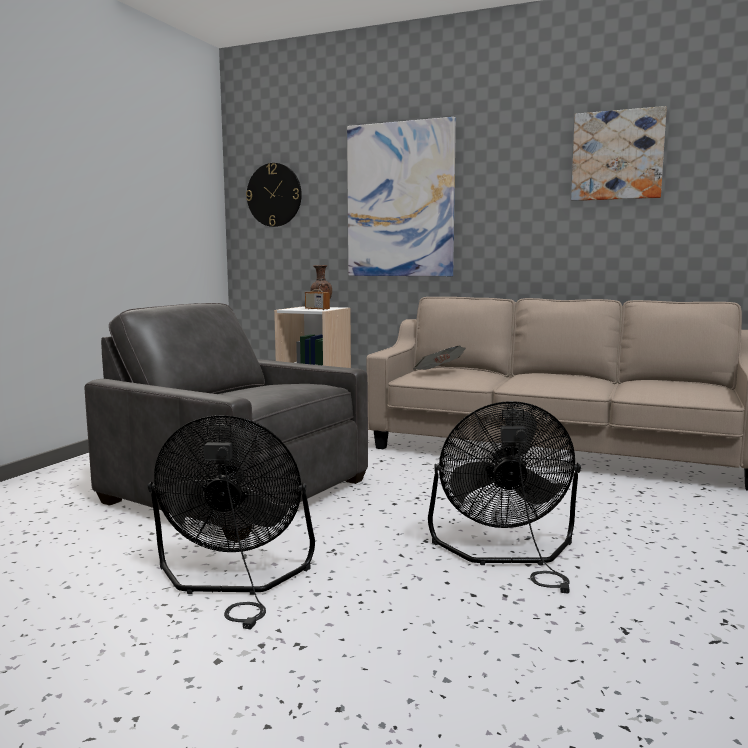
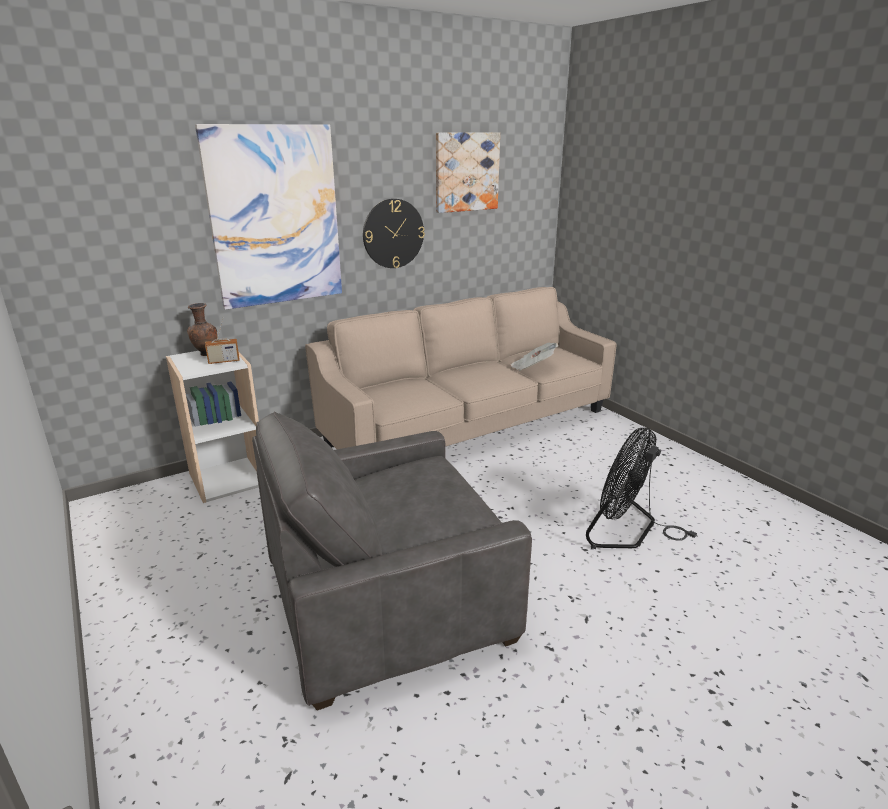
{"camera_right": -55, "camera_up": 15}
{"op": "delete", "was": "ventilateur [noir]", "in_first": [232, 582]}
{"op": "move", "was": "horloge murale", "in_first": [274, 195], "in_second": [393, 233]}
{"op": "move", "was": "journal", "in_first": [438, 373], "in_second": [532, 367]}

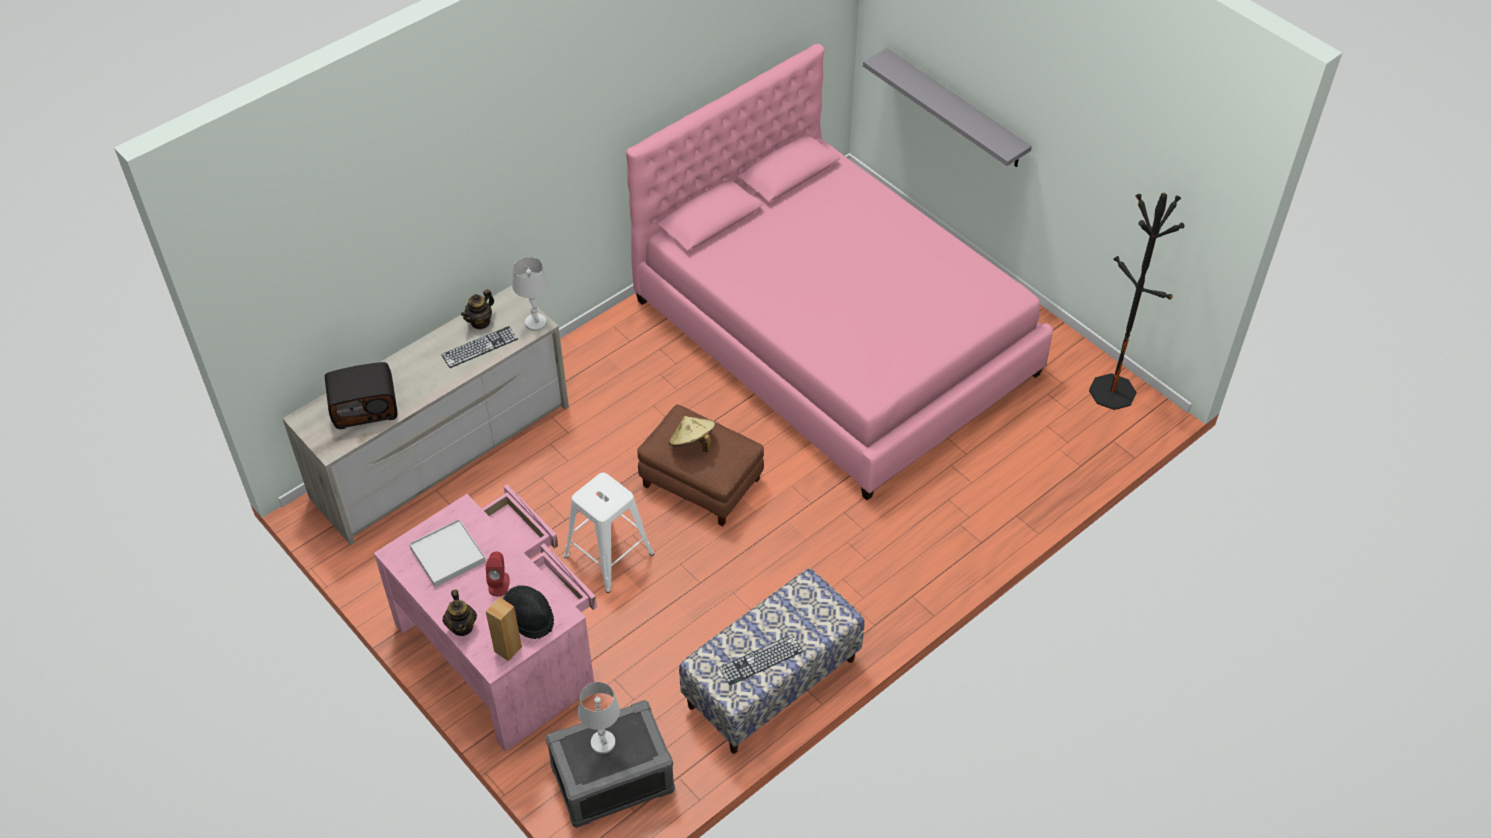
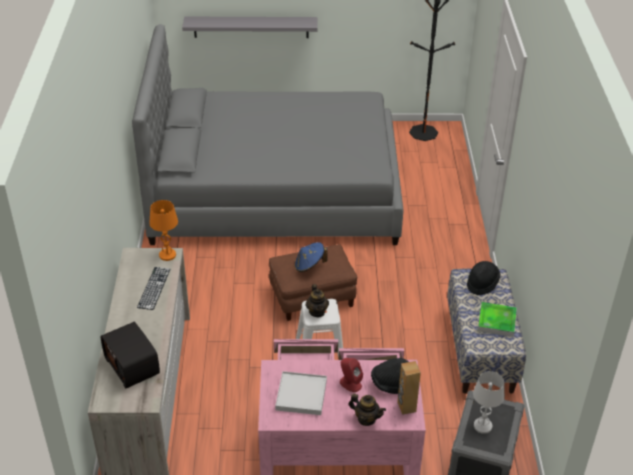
{"camera_right": -50, "camera_up": -10}
{"op": "insert", "now": "chapeau [noir]", "in_second": [482, 283]}
{"op": "move", "was": "théière", "in_first": [480, 322], "in_second": [317, 312]}
{"op": "replace", "was": "clavier", "now": "plateau", "in_first": [761, 660], "in_second": [496, 321]}
{"op": "recolor", "was": "lampe de table [blanc]", "now": "lampe de table [orange]", "in_first": [536, 323], "in_second": [167, 255]}
{"op": "recolor", "was": "lit [rose]", "now": "lit [gris]", "in_first": [835, 336], "in_second": [275, 192]}
{"op": "recolor", "was": "chapeau [beige]", "now": "chapeau [bleu]", "in_first": [692, 443], "in_second": [309, 265]}
{"op": "rotate", "was": "radio", "in_first": [365, 407], "in_second": [133, 366], "clockwise": 120}

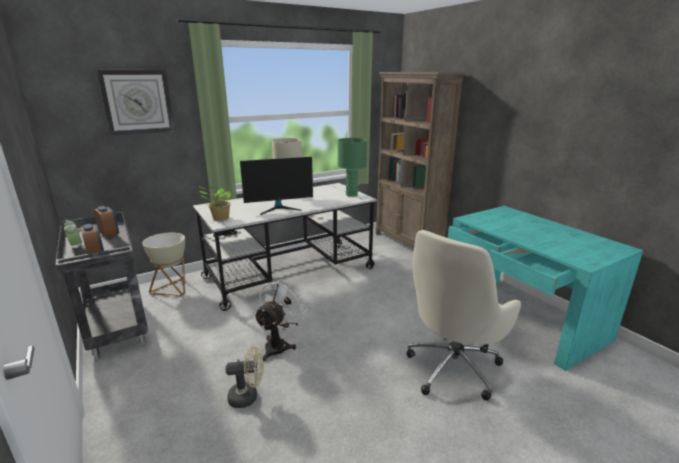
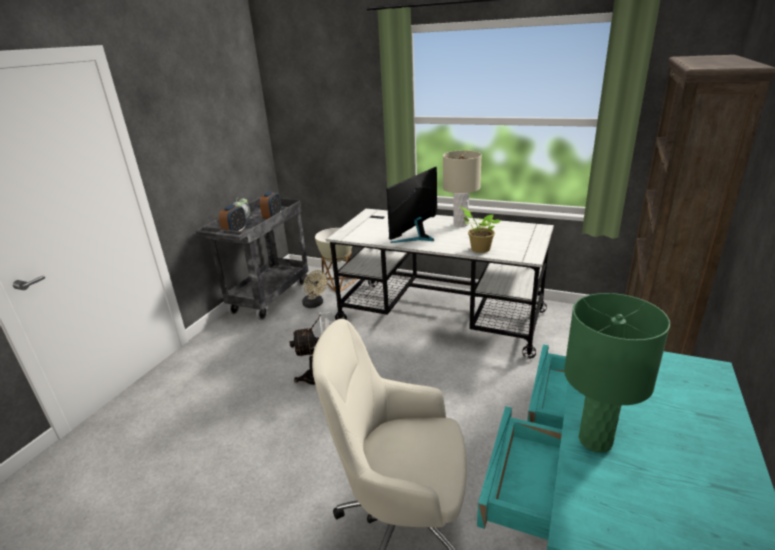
{"camera_right": 55, "camera_up": 5}
{"op": "delete", "was": "horloge murale", "in_first": [137, 102]}
{"op": "move", "was": "plante en pot", "in_first": [219, 218], "in_second": [479, 249]}
{"op": "move", "was": "ventilateur [beige]", "in_first": [248, 397], "in_second": [315, 304]}
{"op": "move", "was": "lampe de table [vert]", "in_first": [351, 195], "in_second": [595, 440]}
{"op": "rotate", "was": "écran d'ordinateur", "in_first": [279, 208], "in_second": [416, 237], "clockwise": 90}

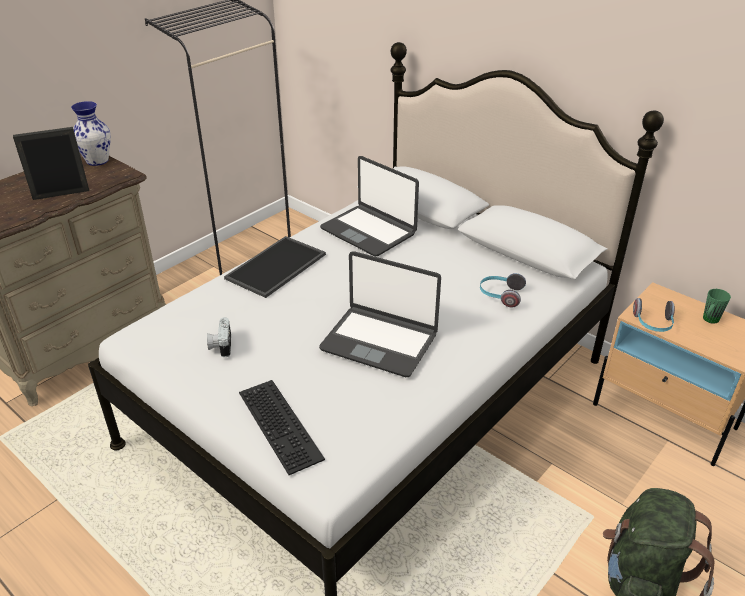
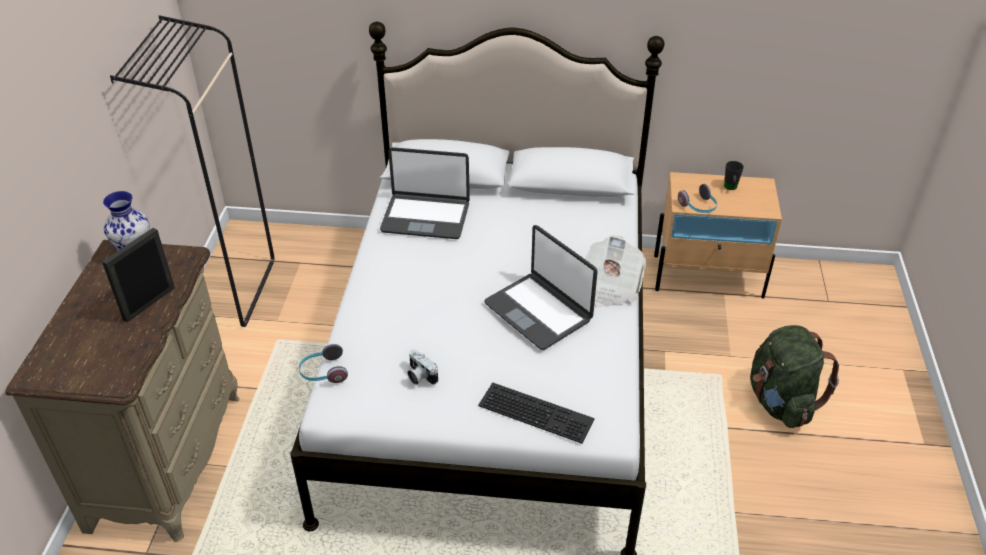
{"camera_right": -35, "camera_up": 5}
{"op": "delete", "was": "plateau", "in_first": [276, 267]}
{"op": "insert", "now": "journal", "in_second": [611, 286]}
{"op": "move", "was": "casque audio", "in_first": [500, 295], "in_second": [323, 372]}
{"op": "recolor", "was": "mug [vert]", "now": "mug [noir]", "in_first": [709, 321], "in_second": [730, 188]}
{"op": "rotate", "was": "ordinateur portable", "in_first": [379, 341], "in_second": [539, 311], "clockwise": 60}

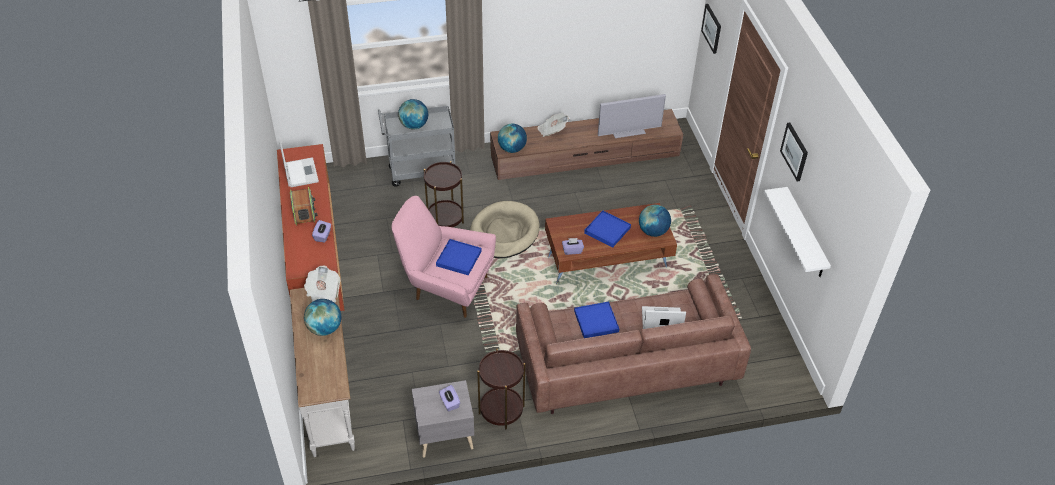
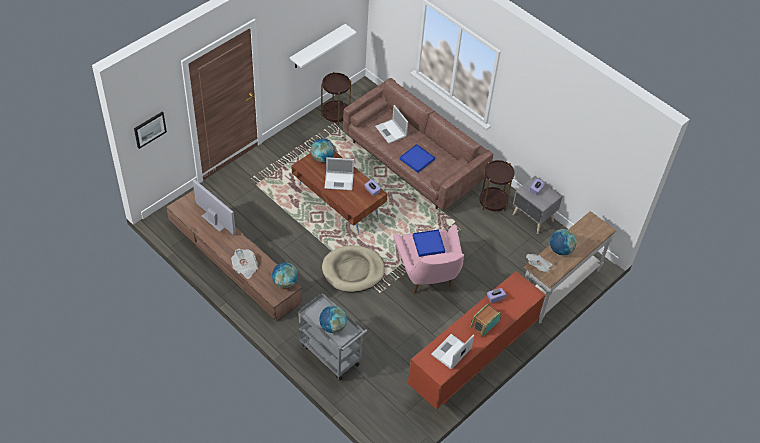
{"camera_right": -125, "camera_up": 5}
{"op": "delete", "was": "tableau", "in_first": [795, 151]}
{"op": "move", "was": "table d'appoint [marron]", "in_first": [445, 218], "in_second": [335, 114]}
{"op": "replace", "was": "plateau [bleu]", "now": "ordinateur portable", "in_first": [607, 230], "in_second": [339, 181]}

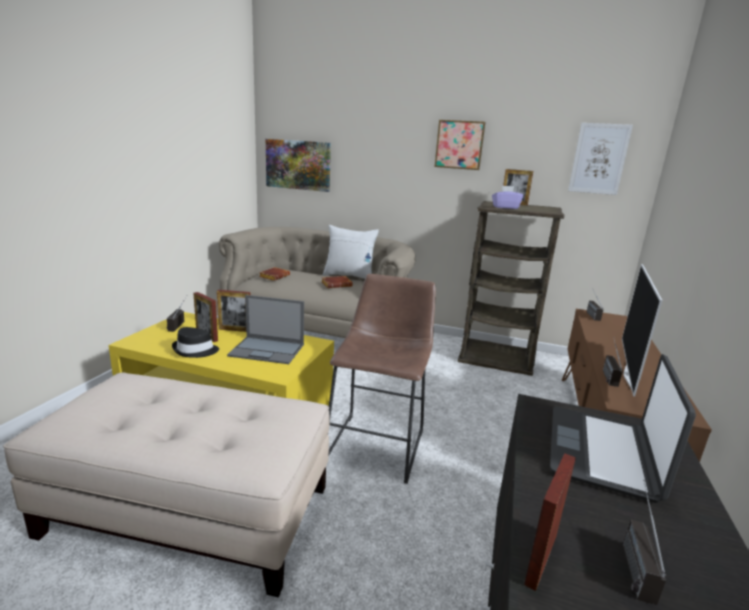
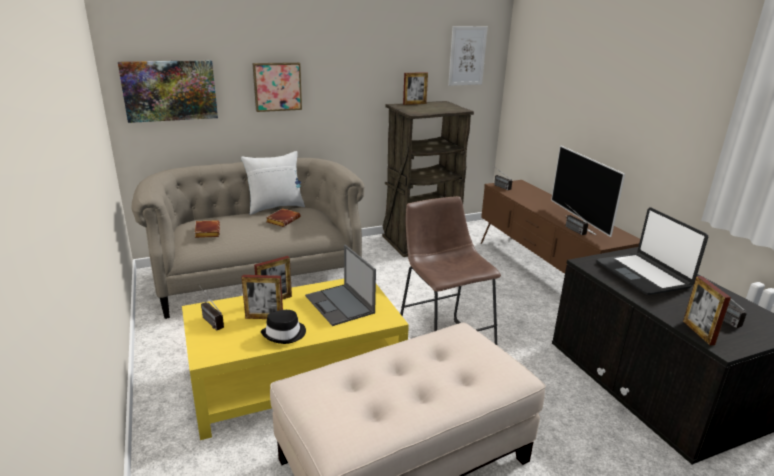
{"camera_right": -40, "camera_up": 5}
{"op": "delete", "was": "boîte à mouchoirs [violet]", "in_first": [505, 207]}
{"op": "move", "was": "tableau", "in_first": [459, 145], "in_second": [277, 86]}
{"op": "rotate", "was": "ordinateur portable", "in_first": [268, 350], "in_second": [340, 305], "clockwise": 90}

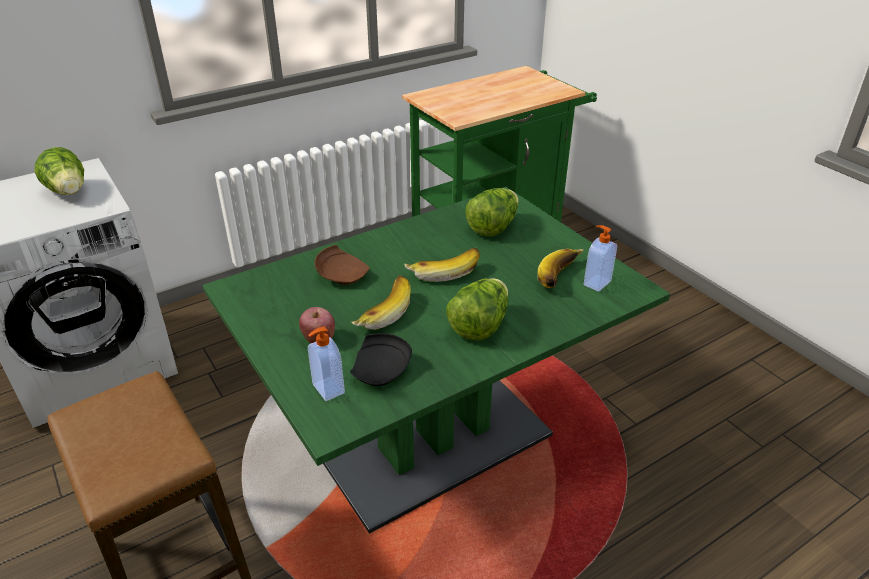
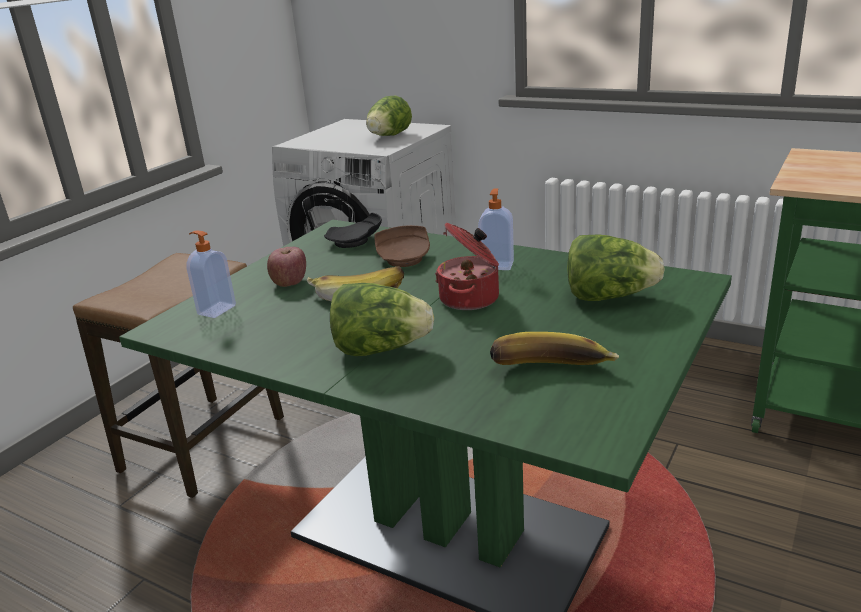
{"camera_right": 65, "camera_up": -10}
{"op": "move", "was": "assiette [noir]", "in_first": [381, 371], "in_second": [356, 242]}
{"op": "move", "was": "distributeur de savon", "in_first": [596, 283], "in_second": [497, 265]}
{"op": "replace", "was": "banane", "now": "marmite", "in_first": [443, 271], "in_second": [471, 299]}

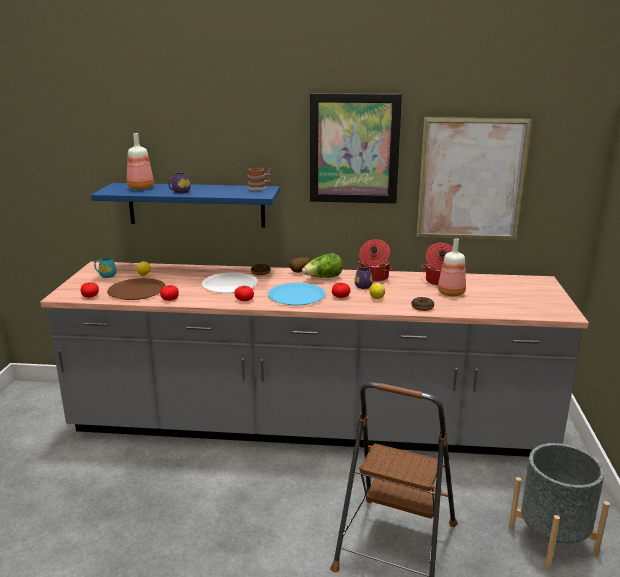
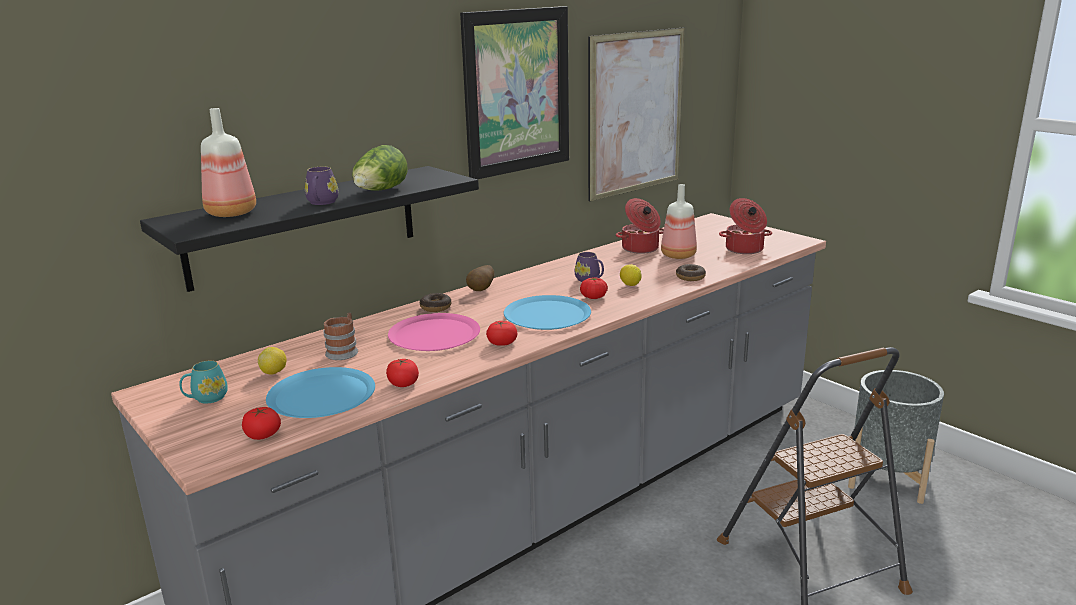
{"camera_right": -45, "camera_up": 0}
{"op": "move", "was": "mug", "in_first": [259, 188], "in_second": [344, 351]}
{"op": "move", "was": "laitue", "in_first": [323, 278], "in_second": [380, 192]}
{"op": "move", "was": "marmite", "in_first": [374, 277], "in_second": [744, 249]}
{"op": "recolor", "was": "étagère [bleu]", "now": "étagère [noir]", "in_first": [196, 205], "in_second": [304, 226]}
{"op": "recolor", "was": "assiette [marron]", "now": "assiette [bleu]", "in_first": [137, 290], "in_second": [322, 395]}
{"op": "recolor", "was": "assiette [blanc]", "now": "assiette [rose]", "in_first": [229, 284], "in_second": [434, 334]}

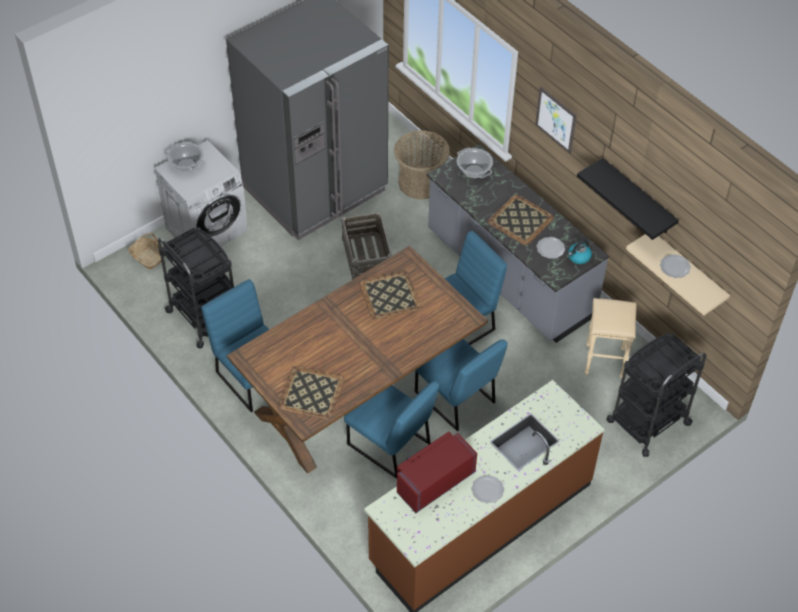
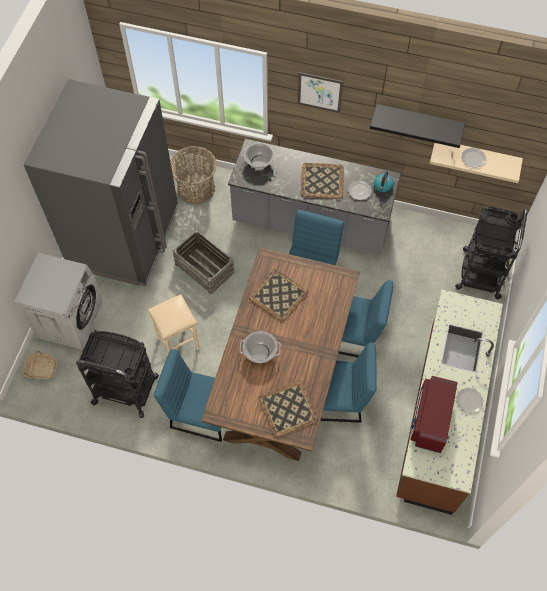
{"camera_right": -35, "camera_up": 10}
{"op": "move", "was": "marmite", "in_first": [186, 165], "in_second": [260, 352]}
{"op": "move", "was": "tabouret [beige]", "in_first": [603, 361], "in_second": [178, 344]}

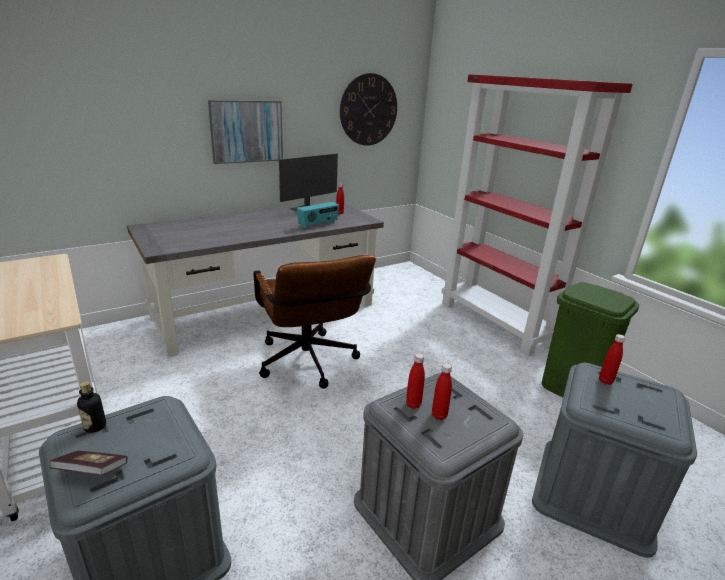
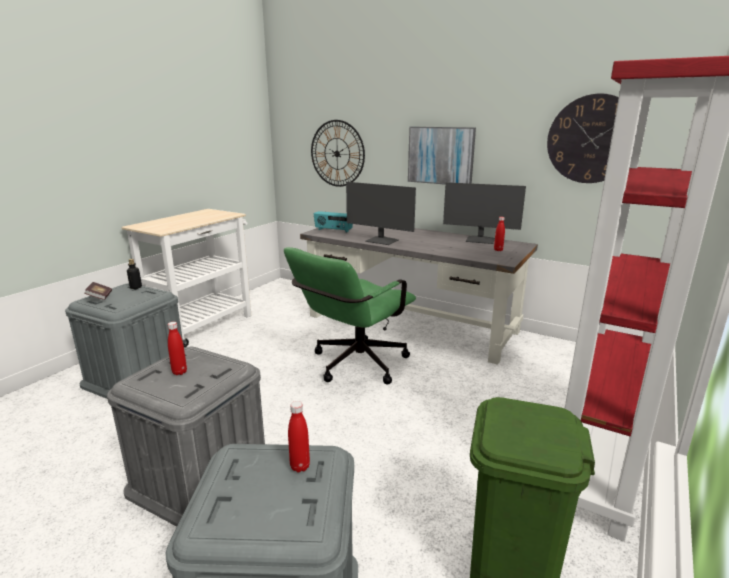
{"camera_right": 65, "camera_up": -5}
{"op": "delete", "was": "bouteille [rouge]", "in_first": [413, 404]}
{"op": "insert", "now": "horloge murale", "in_second": [337, 153]}
{"op": "insert", "now": "écran d'ordinateur", "in_second": [381, 241]}
{"op": "move", "was": "radio", "in_first": [318, 224], "in_second": [333, 230]}
{"op": "recolor", "was": "chaise de bureau [marron]", "now": "chaise de bureau [vert]", "in_first": [309, 365], "in_second": [353, 366]}

